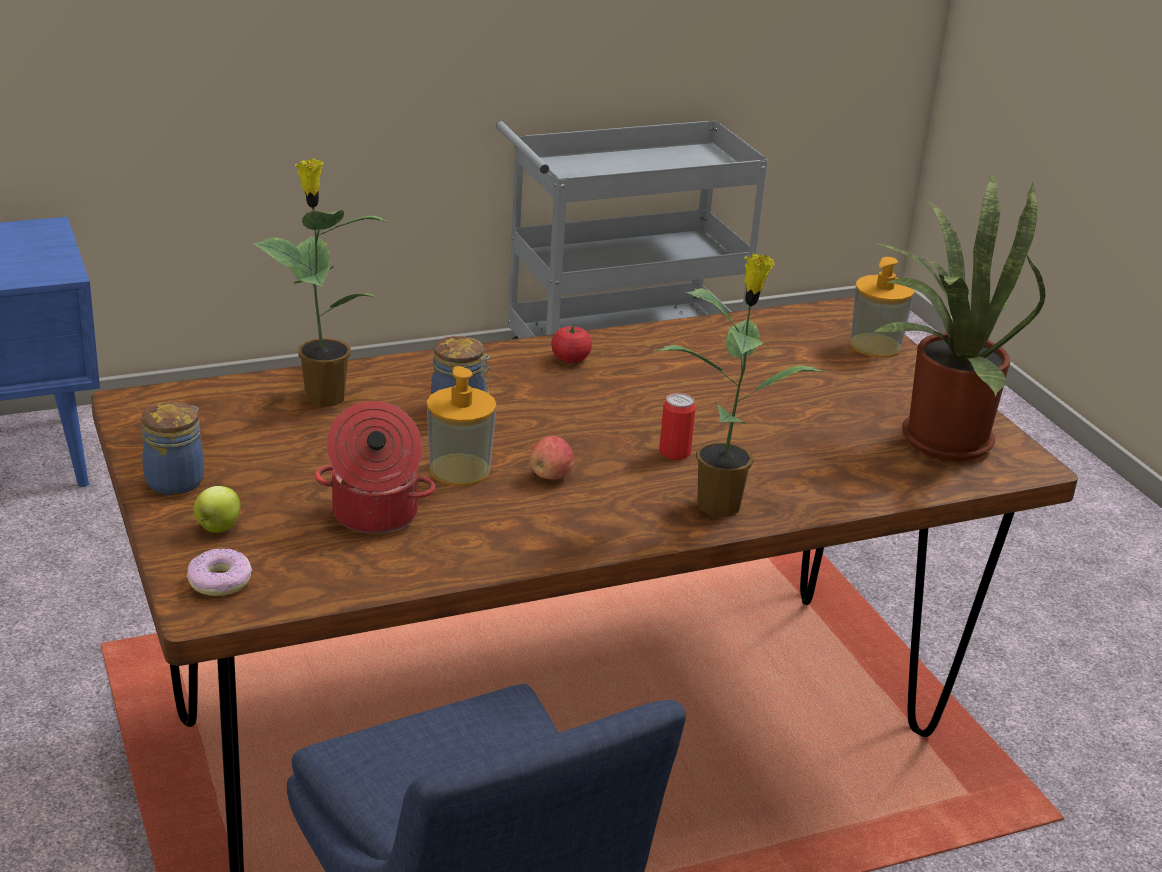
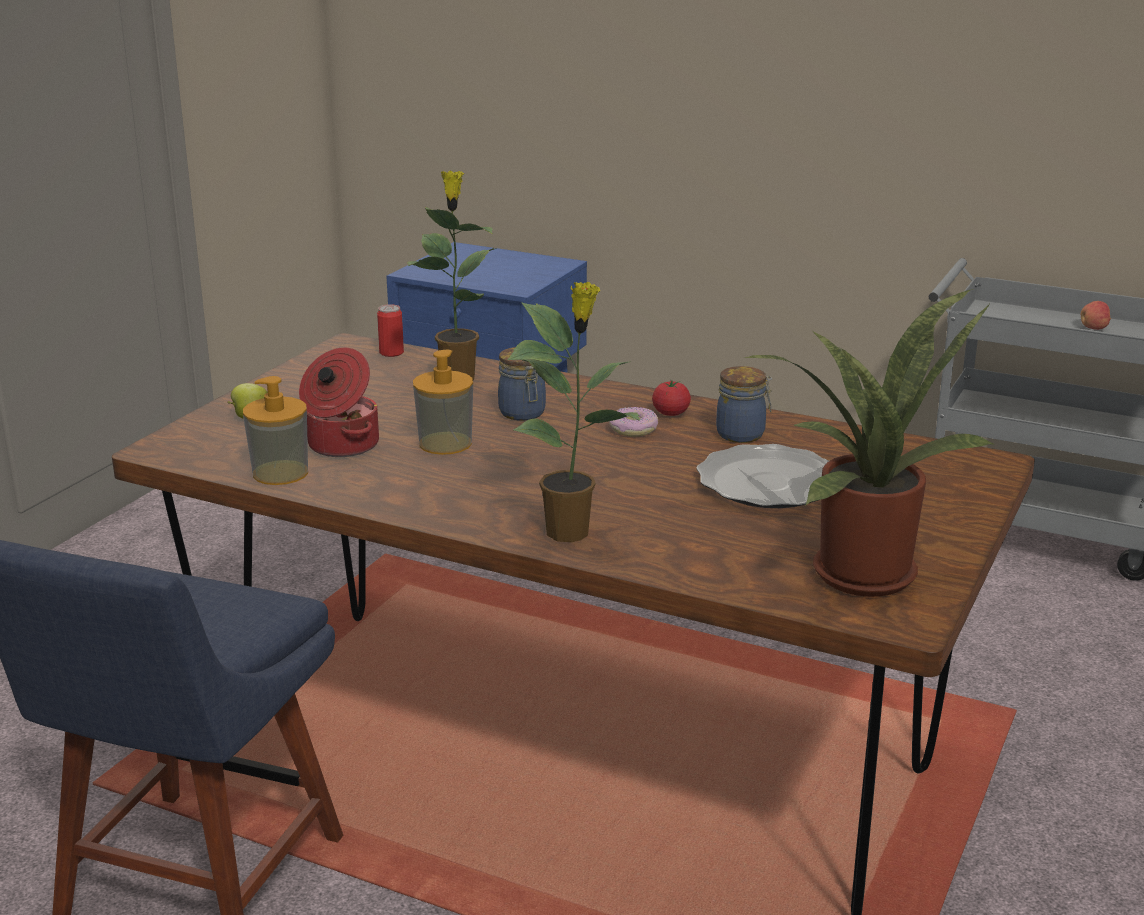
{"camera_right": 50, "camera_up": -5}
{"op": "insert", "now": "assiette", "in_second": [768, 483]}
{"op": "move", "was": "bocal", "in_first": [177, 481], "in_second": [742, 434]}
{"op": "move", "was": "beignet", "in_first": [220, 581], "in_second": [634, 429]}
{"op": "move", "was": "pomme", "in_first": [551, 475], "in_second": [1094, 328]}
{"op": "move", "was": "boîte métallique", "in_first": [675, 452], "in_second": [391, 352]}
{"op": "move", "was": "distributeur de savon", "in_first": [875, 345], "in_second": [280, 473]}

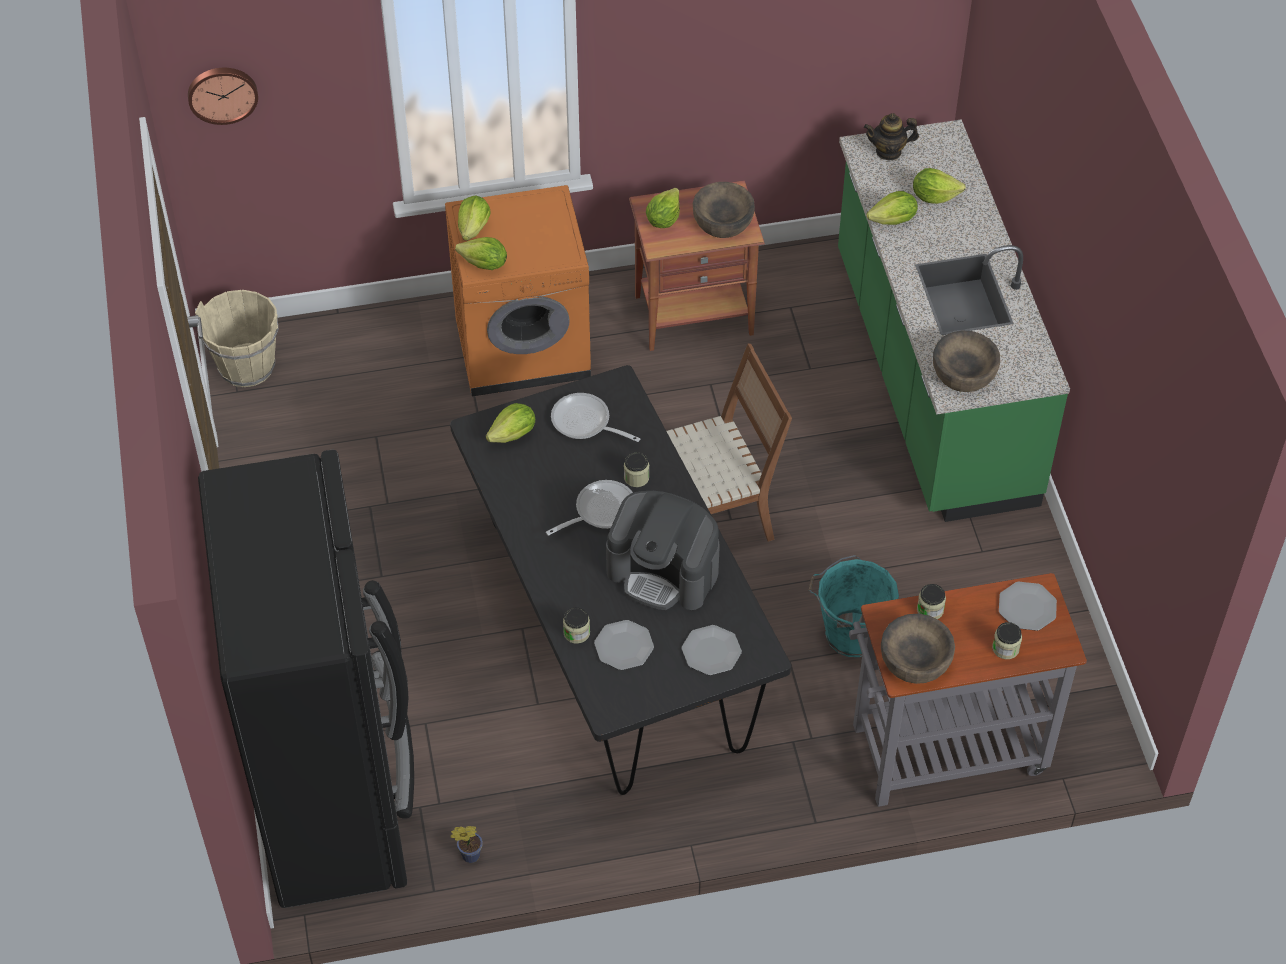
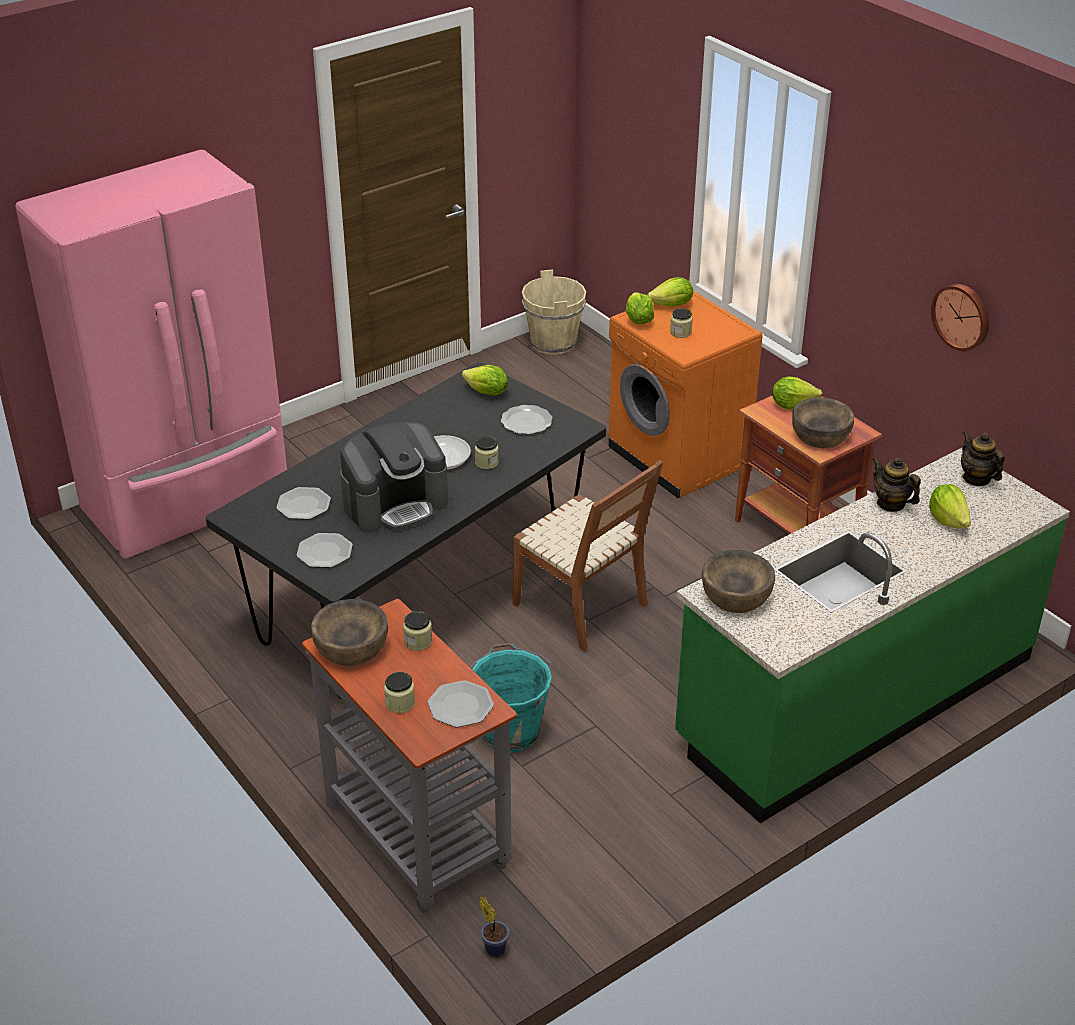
{"camera_right": 65, "camera_up": -15}
{"op": "move", "was": "horloge murale", "in_first": [222, 93], "in_second": [962, 316]}
{"op": "move", "was": "plante en pot", "in_first": [468, 855], "in_second": [494, 948]}
{"op": "move", "was": "bocal", "in_first": [576, 633], "in_second": [680, 332]}
{"op": "replace", "was": "poêle", "now": "assiette", "in_first": [585, 423], "in_second": [526, 422]}
{"op": "replace", "was": "laitue", "now": "théière", "in_first": [893, 220], "in_second": [891, 504]}
{"op": "recolor", "was": "réfrigérateur [noir]", "now": "réfrigérateur [rose]", "in_first": [340, 797], "in_second": [191, 503]}
{"op": "rotate", "was": "machine à café", "in_first": [664, 571], "in_second": [395, 504], "clockwise": -120}

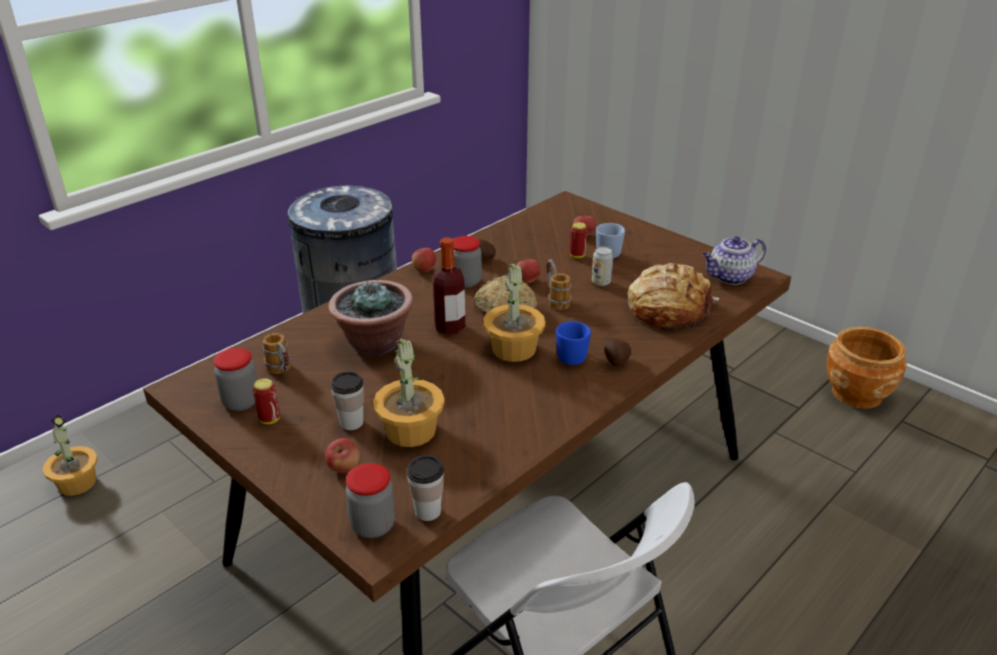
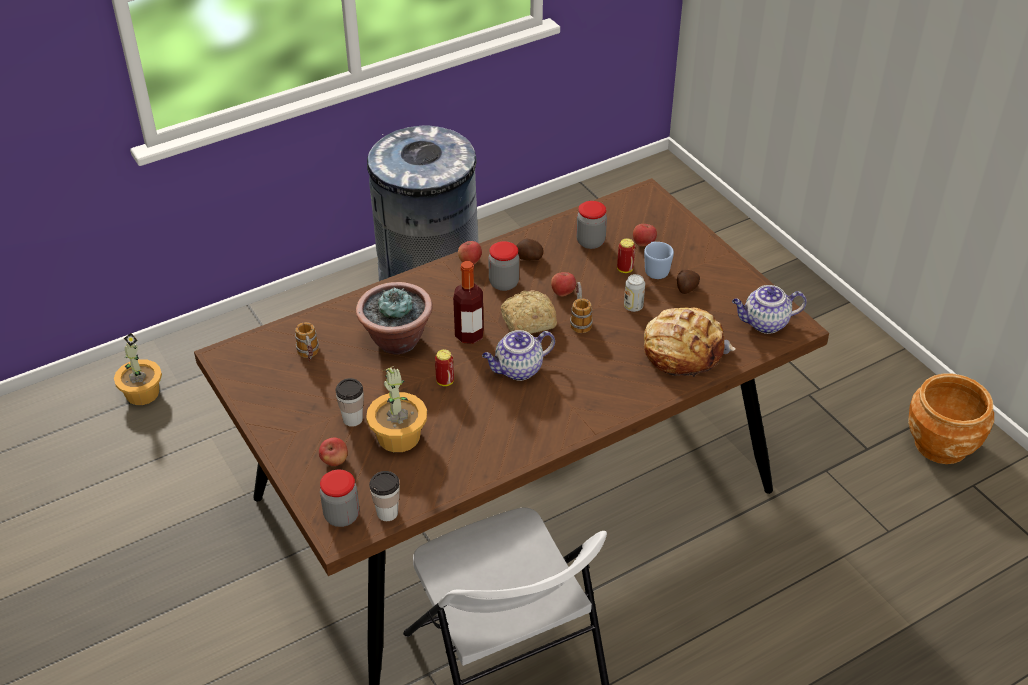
{"camera_right": 15, "camera_up": 10}
{"op": "delete", "was": "mug [bleu]", "in_first": [570, 355]}
{"op": "move", "was": "bocal", "in_first": [241, 402], "in_second": [590, 242]}
{"op": "move", "was": "boîte métallique", "in_first": [269, 419], "in_second": [445, 381]}
{"op": "move", "was": "pomme de terre", "in_first": [616, 362], "in_second": [686, 289]}
{"op": "replace", "was": "plante en pot", "now": "théière", "in_first": [514, 349], "in_second": [518, 370]}

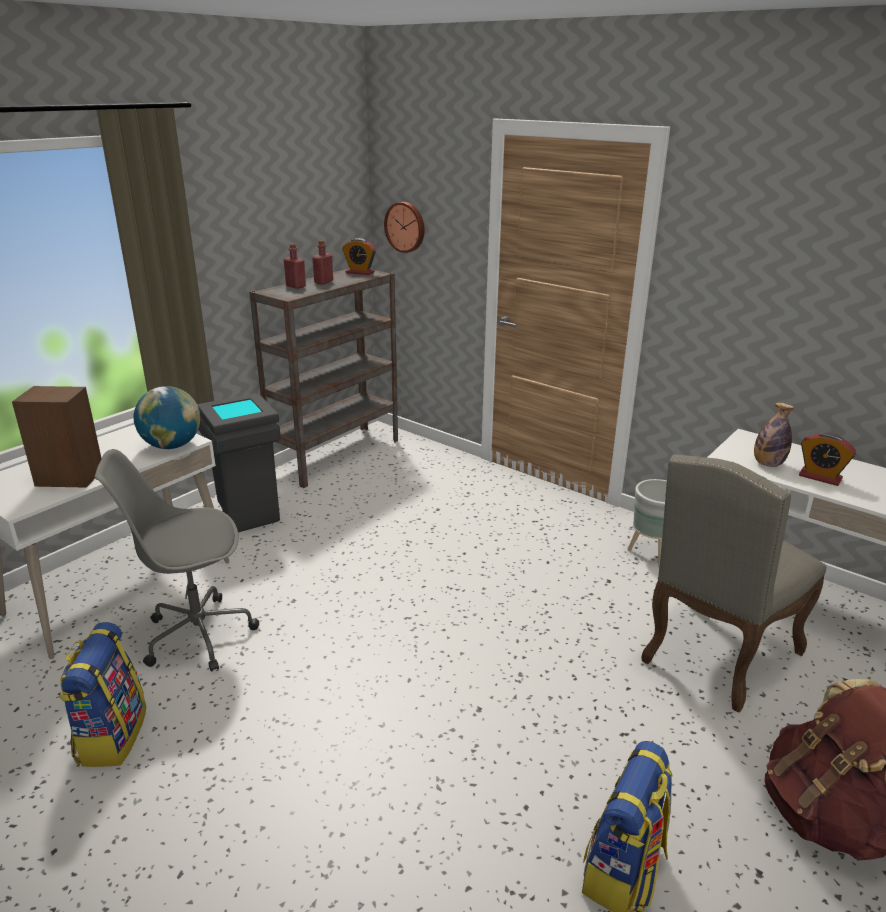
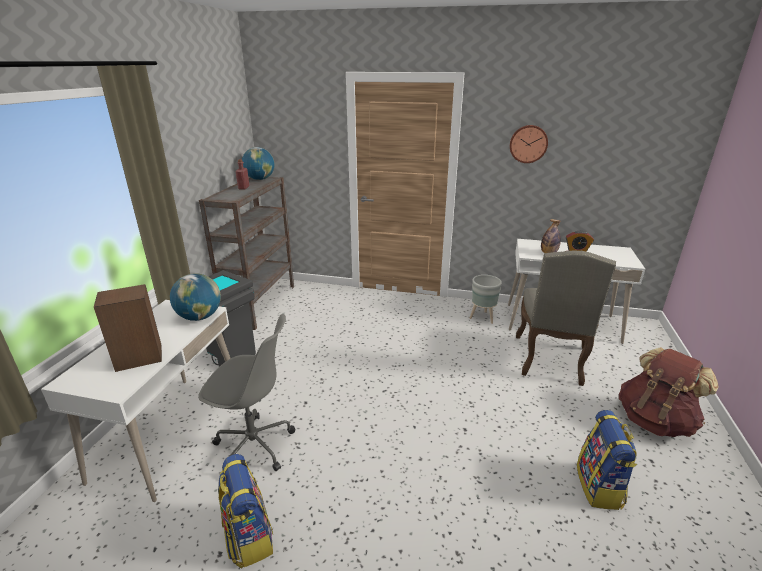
{"camera_right": -25, "camera_up": 0}
{"op": "delete", "was": "bouteille [rouge]", "in_first": [296, 286]}
{"op": "move", "was": "horloge murale", "in_first": [406, 227], "in_second": [528, 144]}
{"op": "replace", "was": "réveil", "now": "globe", "in_first": [360, 272], "in_second": [260, 179]}
{"op": "rotate", "was": "chaise de bureau [gris]", "in_first": [196, 636], "in_second": [256, 447], "clockwise": -135}

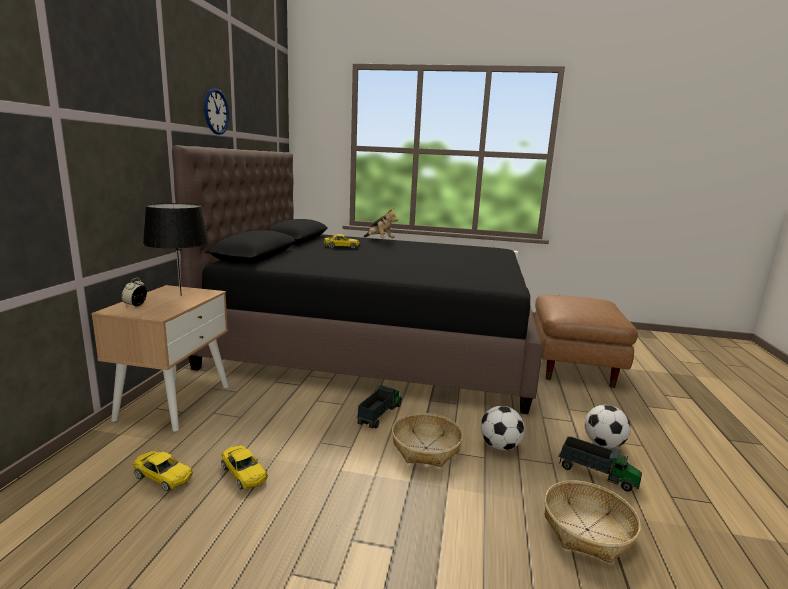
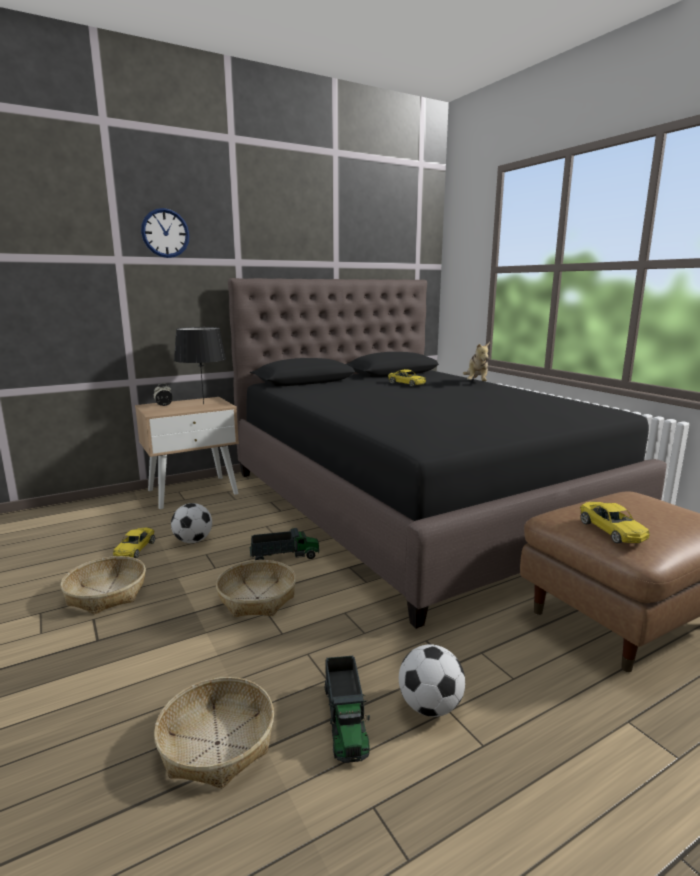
{"camera_right": 50, "camera_up": 0}
{"op": "insert", "now": "panier", "in_second": [106, 594]}
{"op": "move", "was": "petite voiture [jaune]", "in_first": [163, 476], "in_second": [611, 530]}
{"op": "move", "was": "horloge murale", "in_first": [216, 111], "in_second": [165, 233]}
{"op": "move", "was": "ballon de foot", "in_first": [500, 446], "in_second": [193, 541]}

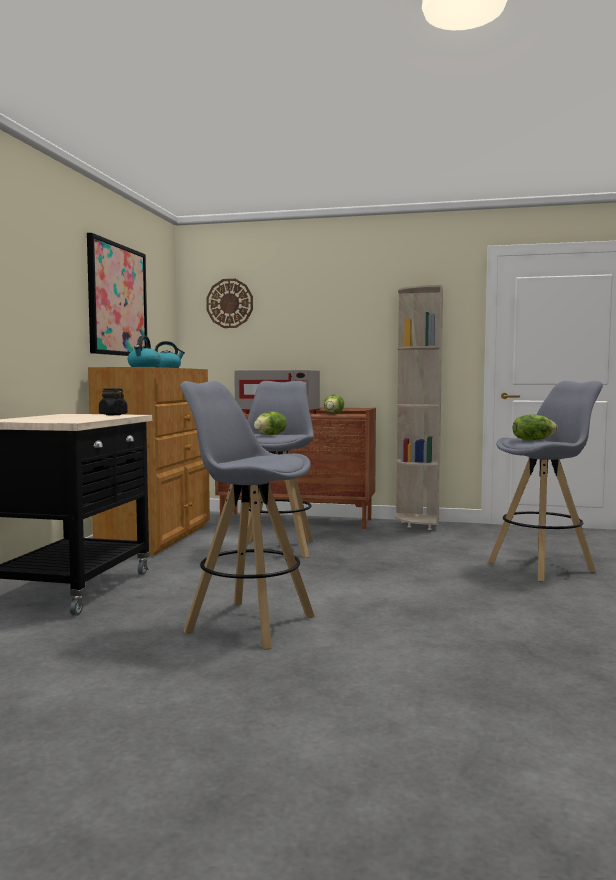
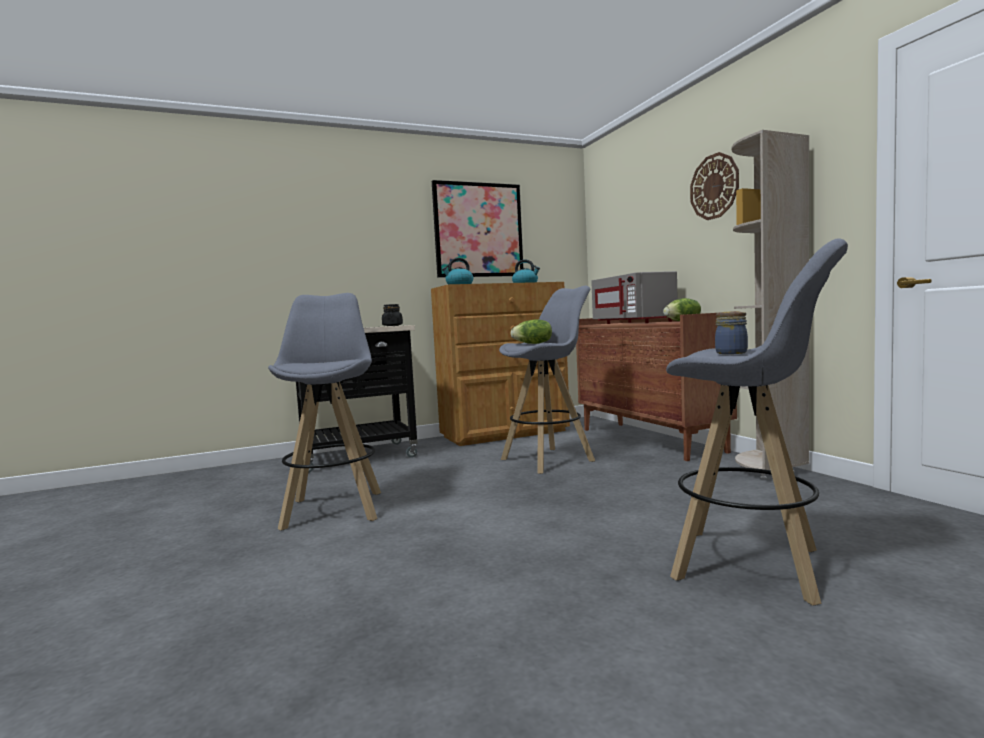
{"camera_right": 55, "camera_up": 0}
{"op": "move", "was": "horloge murale", "in_first": [229, 303], "in_second": [714, 186]}
{"op": "replace", "was": "laitue", "now": "bocal", "in_first": [533, 440], "in_second": [732, 353]}

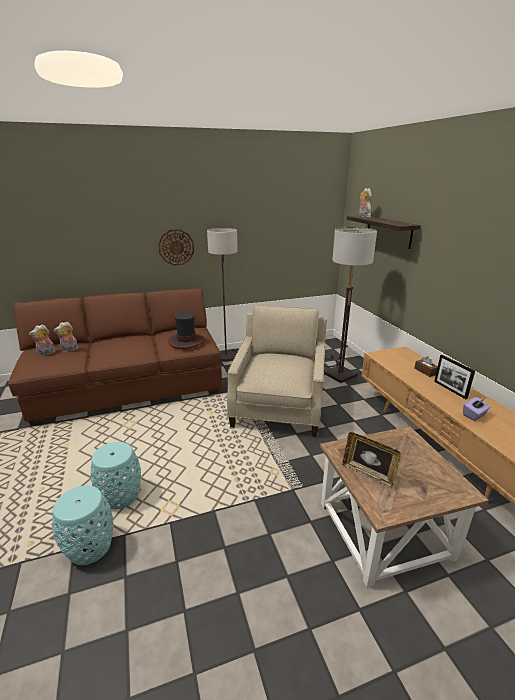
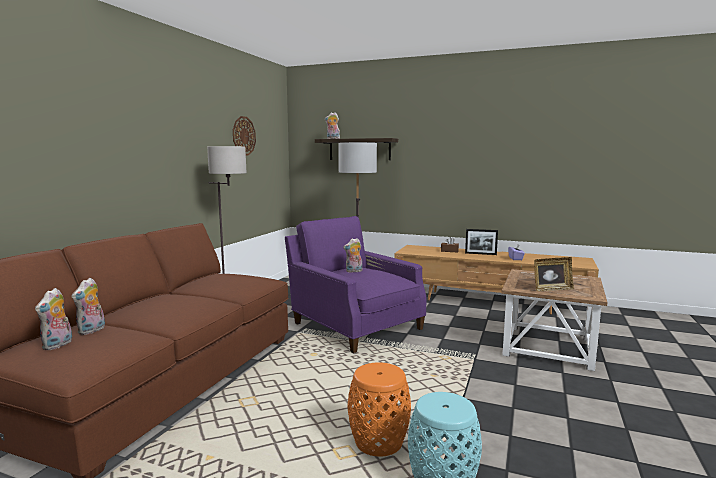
{"camera_right": -50, "camera_up": -15}
{"op": "delete", "was": "chapeau", "in_first": [186, 341]}
{"op": "insert", "now": "peluche", "in_second": [354, 271]}
{"op": "move", "was": "horloge murale", "in_first": [176, 247], "in_second": [243, 136]}
{"op": "recolor", "was": "tabouret [turquoise]", "now": "tabouret [orange]", "in_first": [121, 495], "in_second": [378, 442]}
{"op": "recolor", "was": "fauteuil [beige]", "now": "fauteuil [violet]", "in_first": [279, 404], "in_second": [355, 325]}

